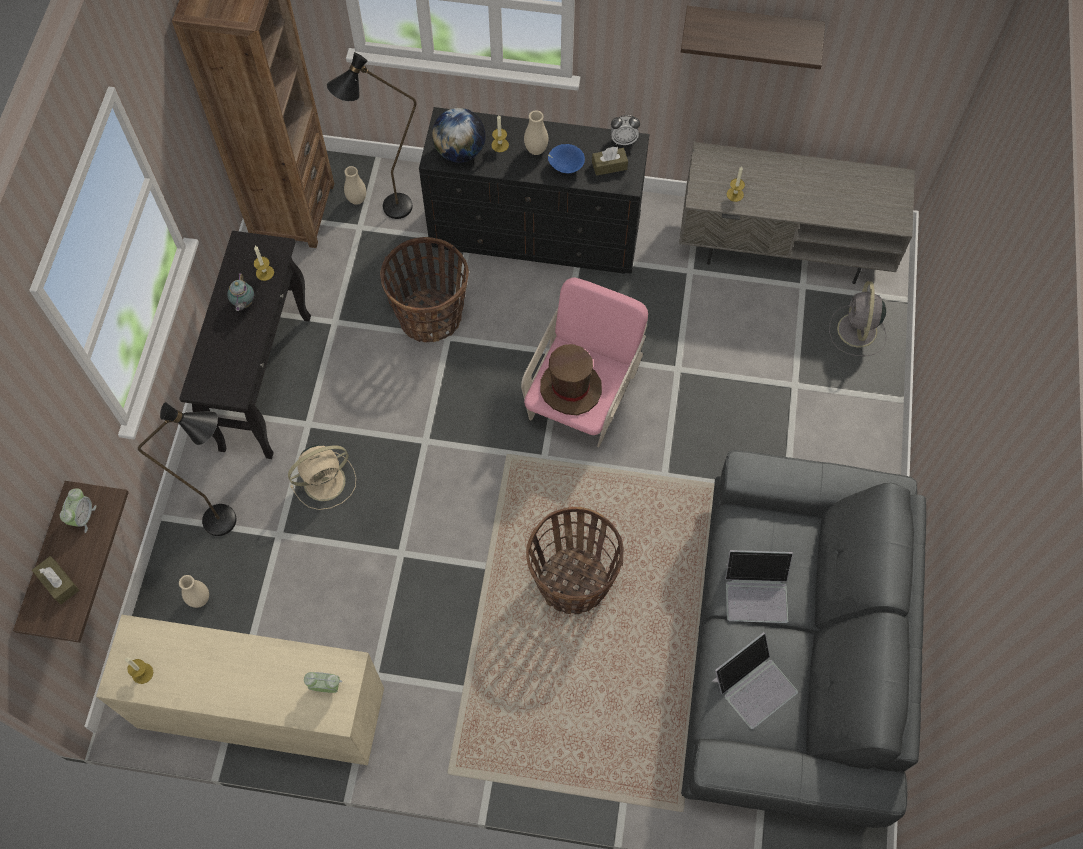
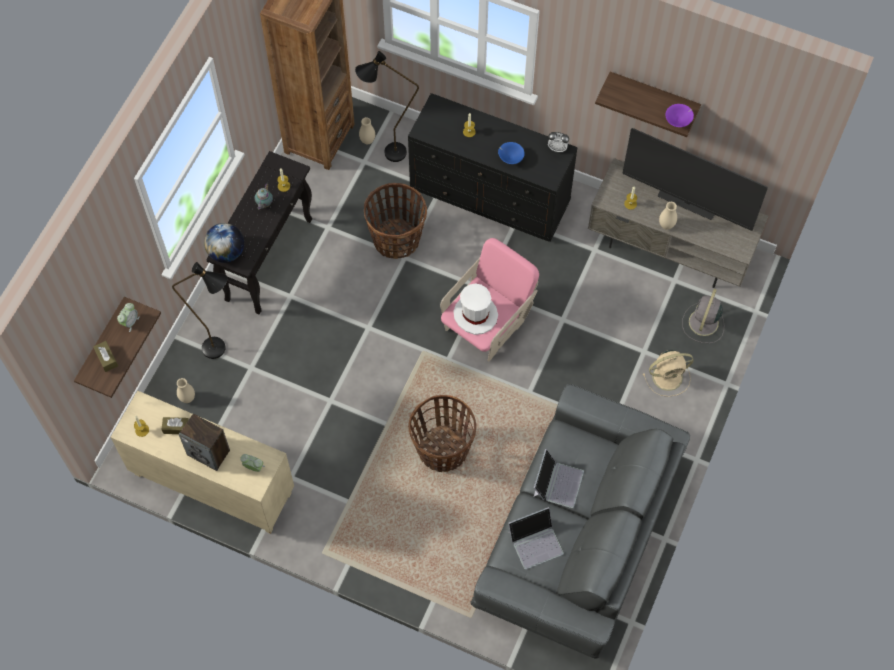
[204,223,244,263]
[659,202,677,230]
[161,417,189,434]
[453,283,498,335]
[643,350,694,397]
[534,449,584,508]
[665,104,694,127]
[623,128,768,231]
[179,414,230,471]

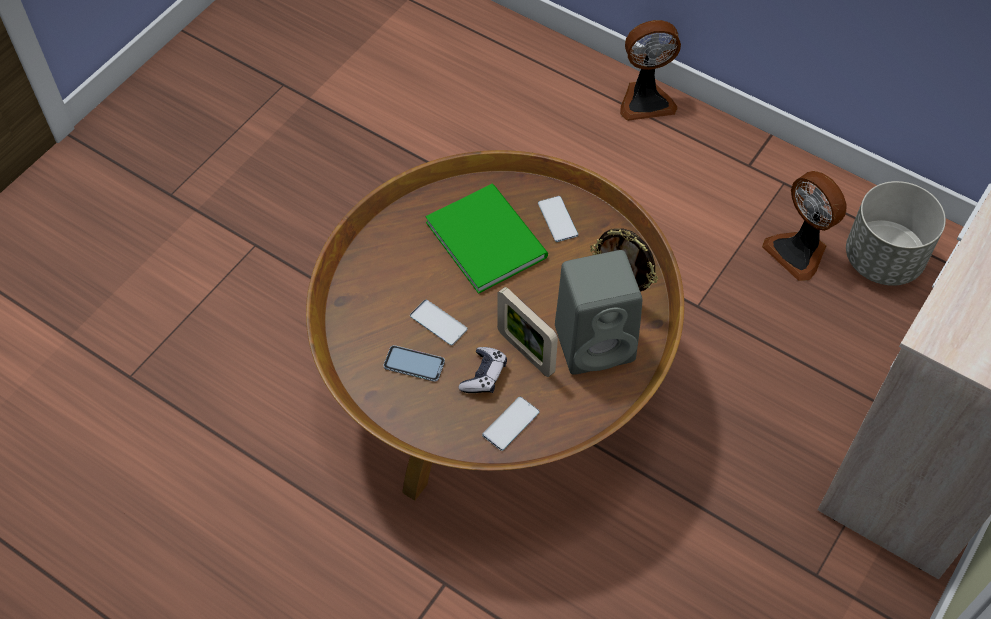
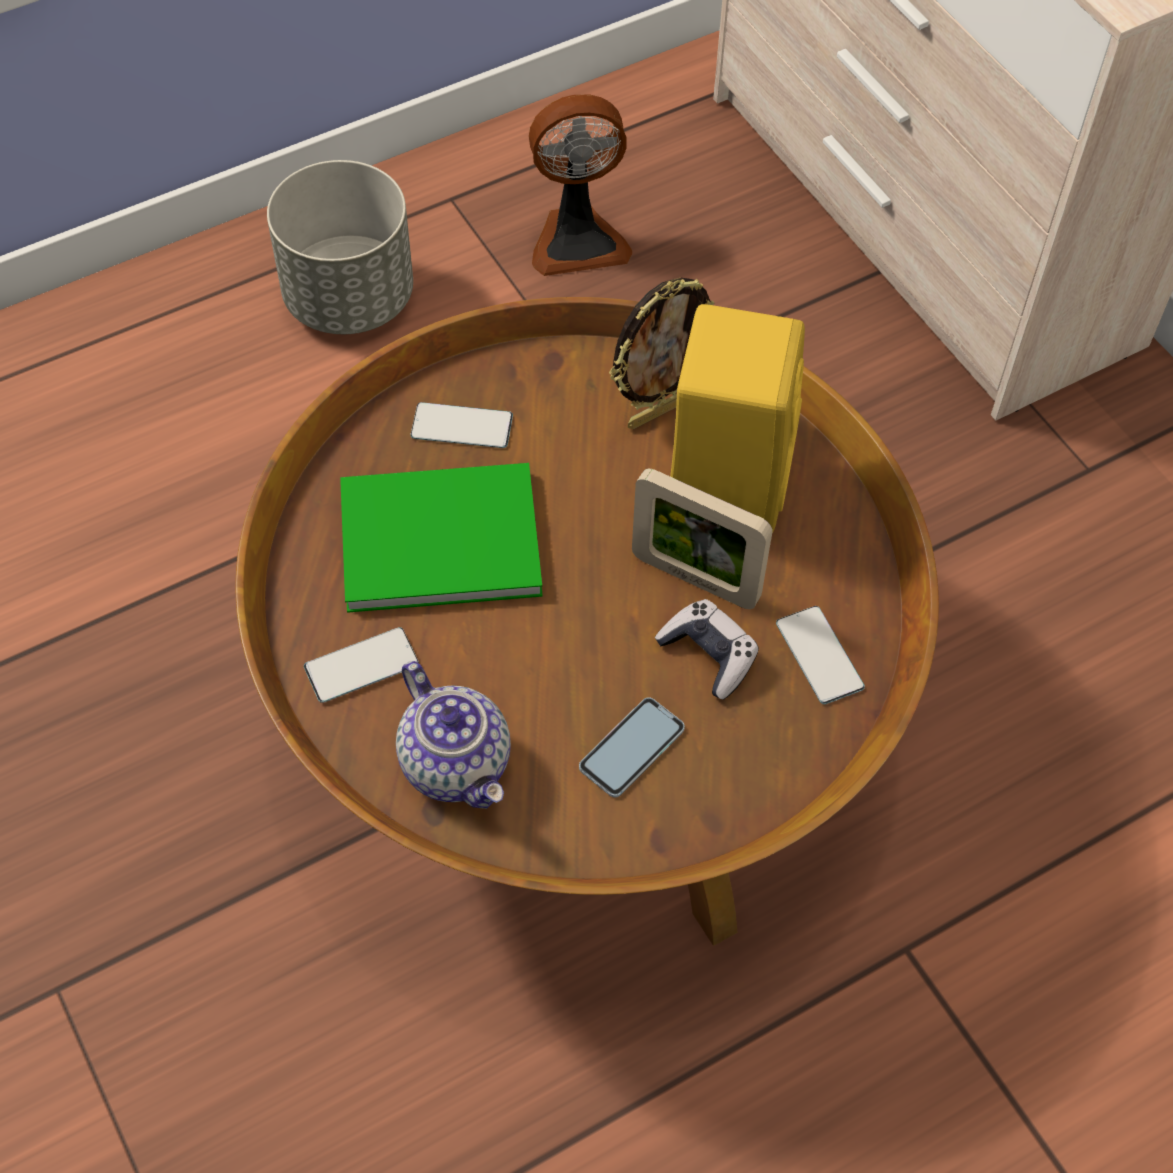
[620,20,681,121] (first image)
[267,160,413,334]
[670,304,805,533]
[632,469,773,609]
[304,627,419,703]
[396,661,511,809]

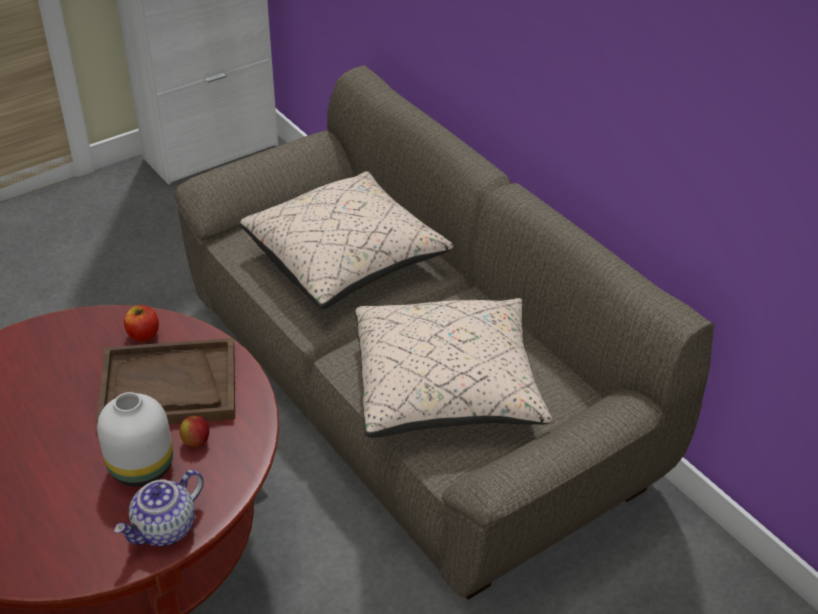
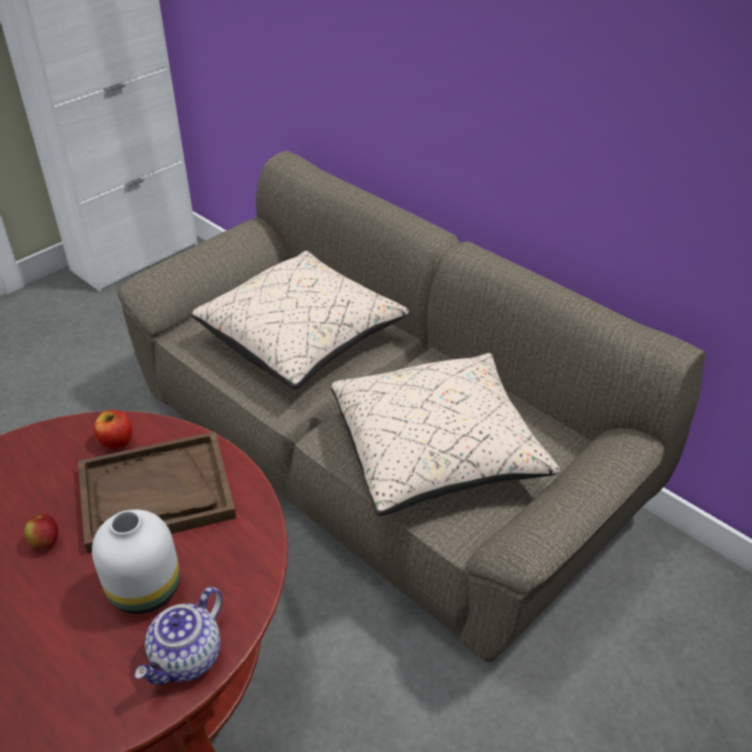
[24,514,58,549]

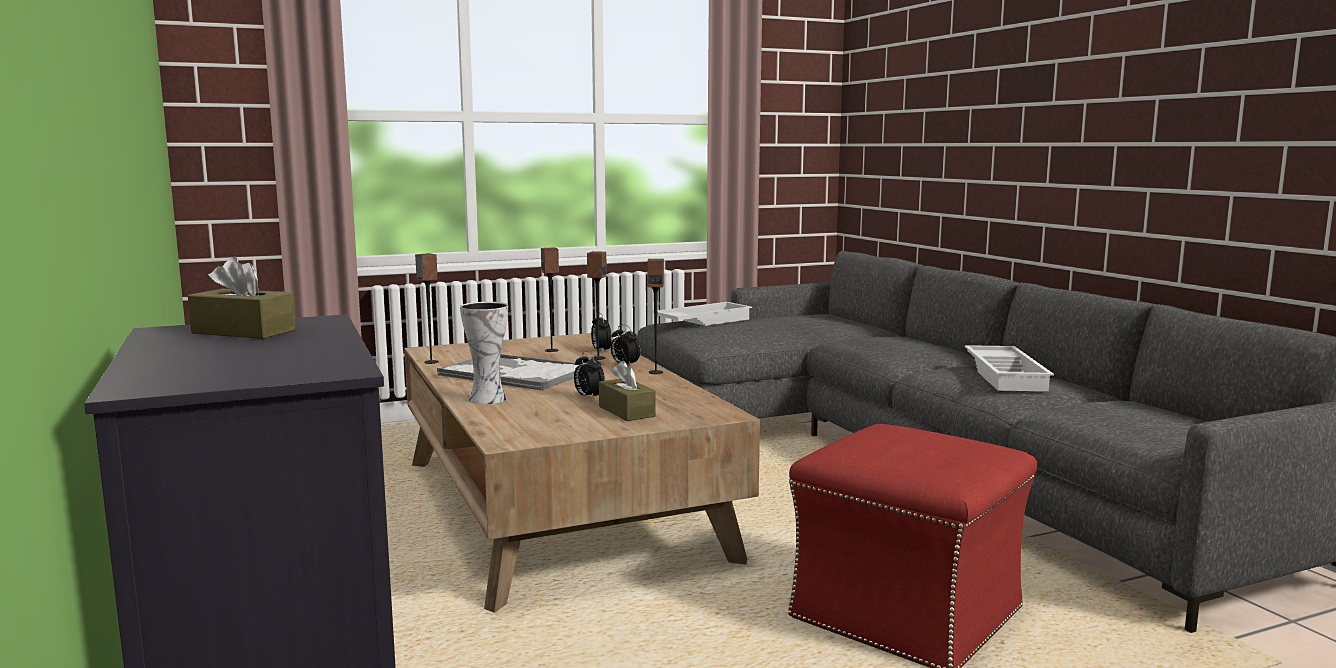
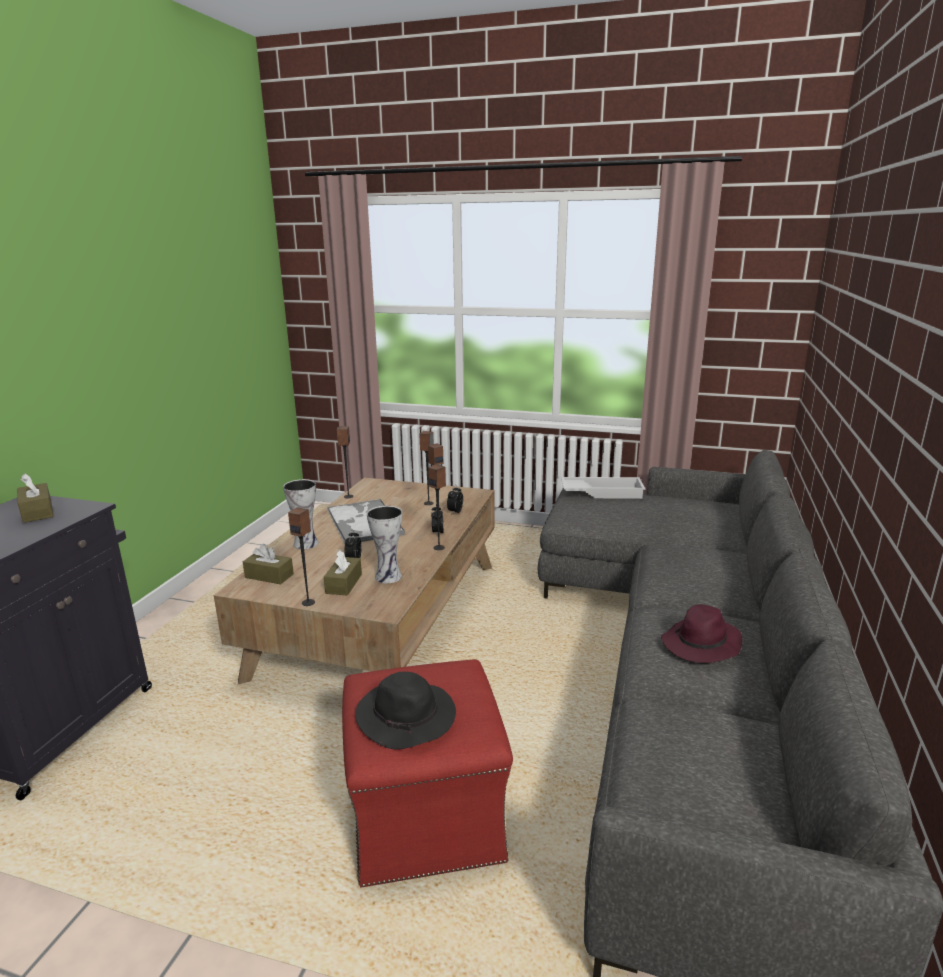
[661,604,743,663]
[367,506,402,583]
[288,507,315,606]
[243,544,294,584]
[356,672,456,749]

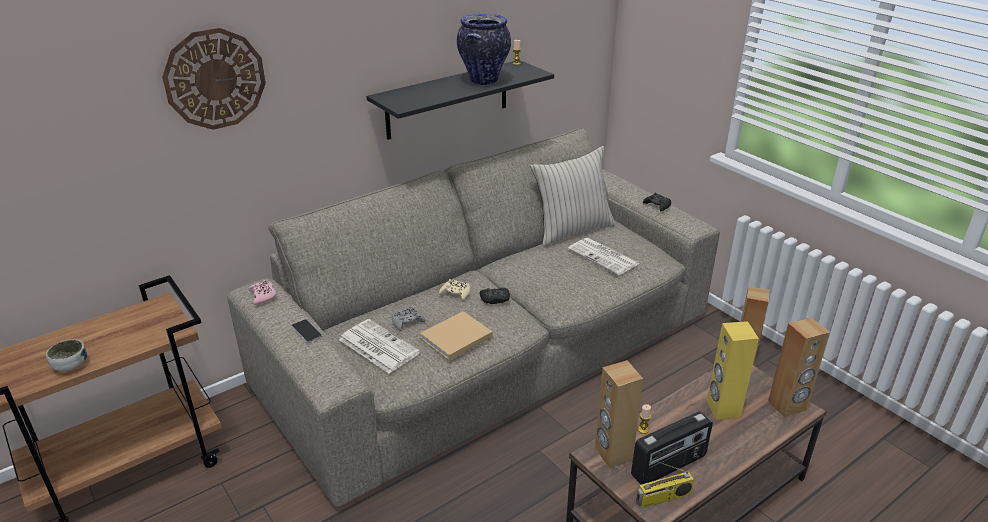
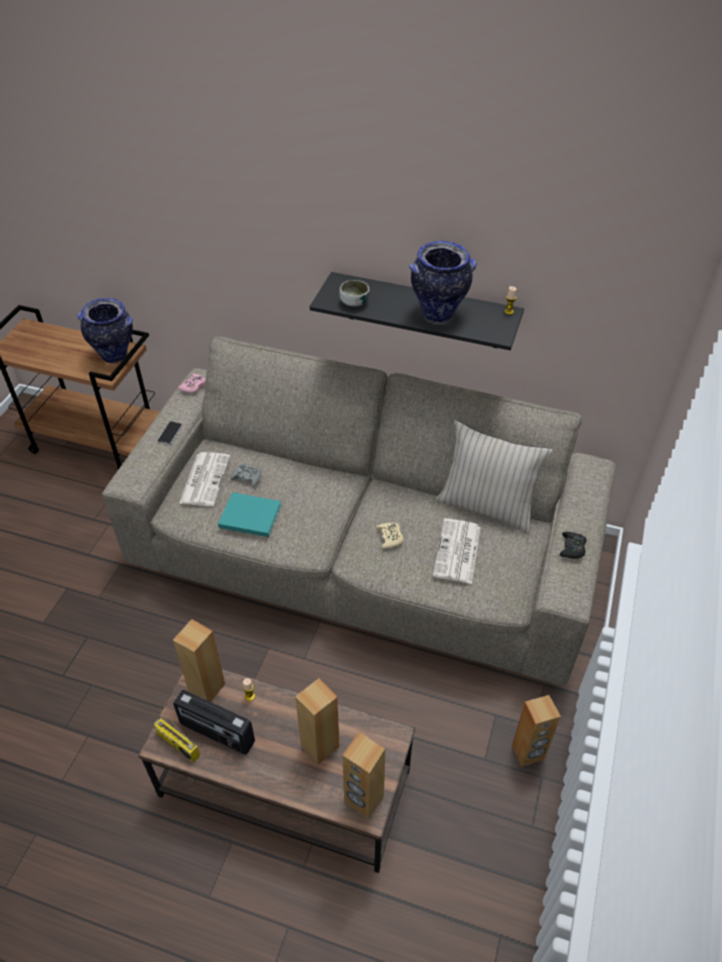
[162,28,266,130] (first image)
[376,522,404,549]
[480,288,510,304] (first image)
[218,492,281,537]
[295,678,340,765]
[339,280,370,307]
[77,298,133,363]

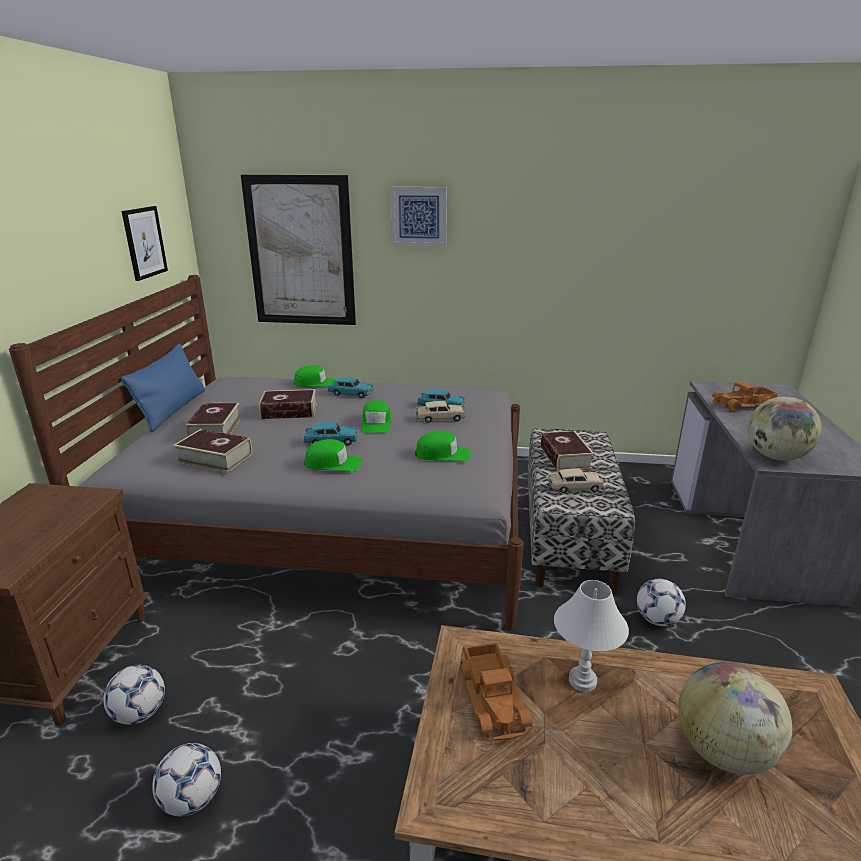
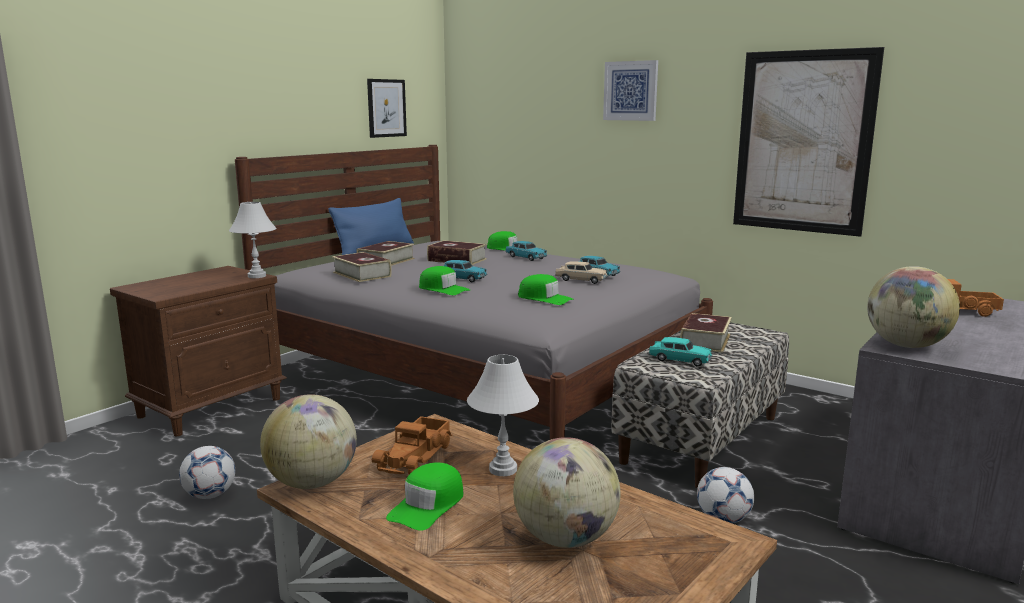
[733,47,884,237]
[386,462,463,531]
[648,337,713,367]
[103,665,165,725] (first image)
[229,202,276,278]
[260,394,357,489]

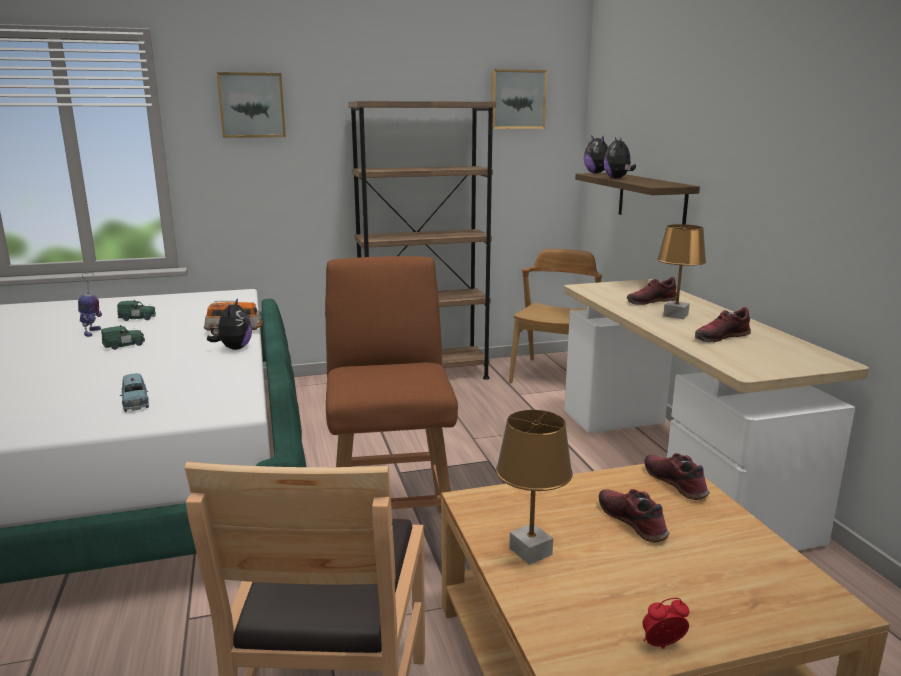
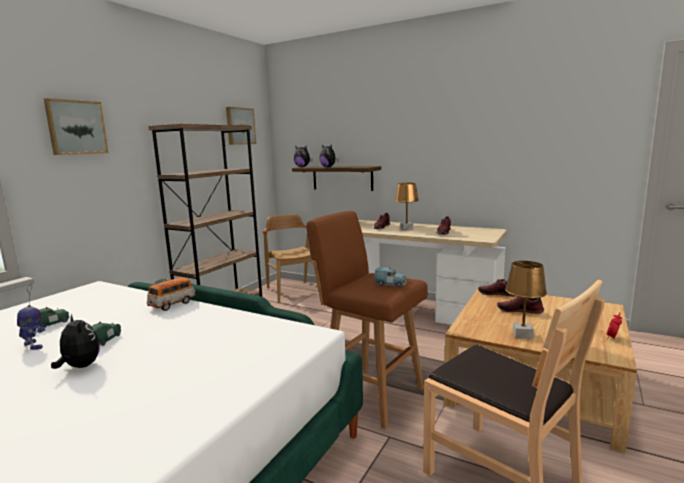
[51,314,100,369]
[374,267,406,288]

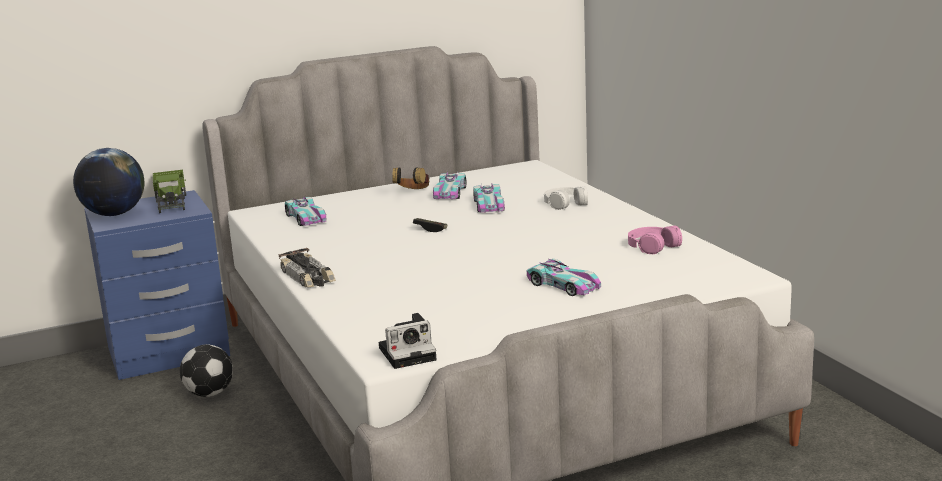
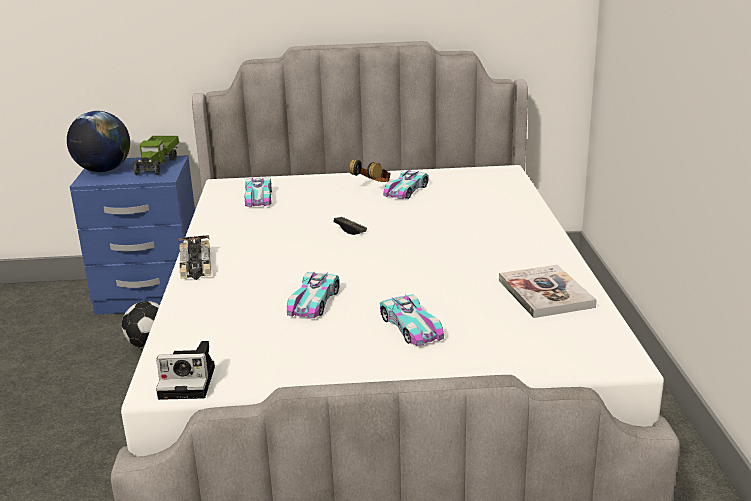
[287,271,339,319]
[544,186,588,210] (first image)
[499,265,597,318]

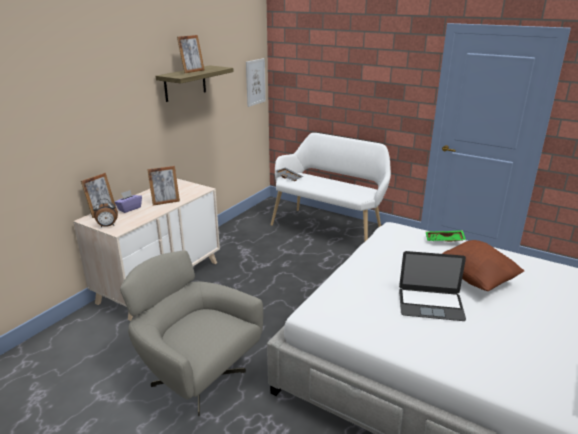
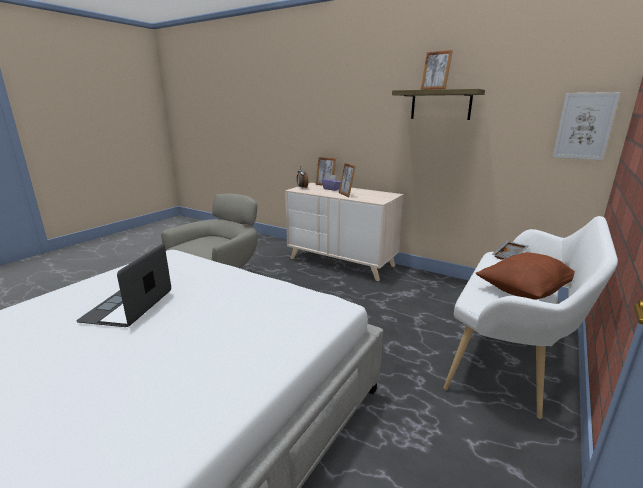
[426,230,466,242] (first image)
[476,252,575,300]

